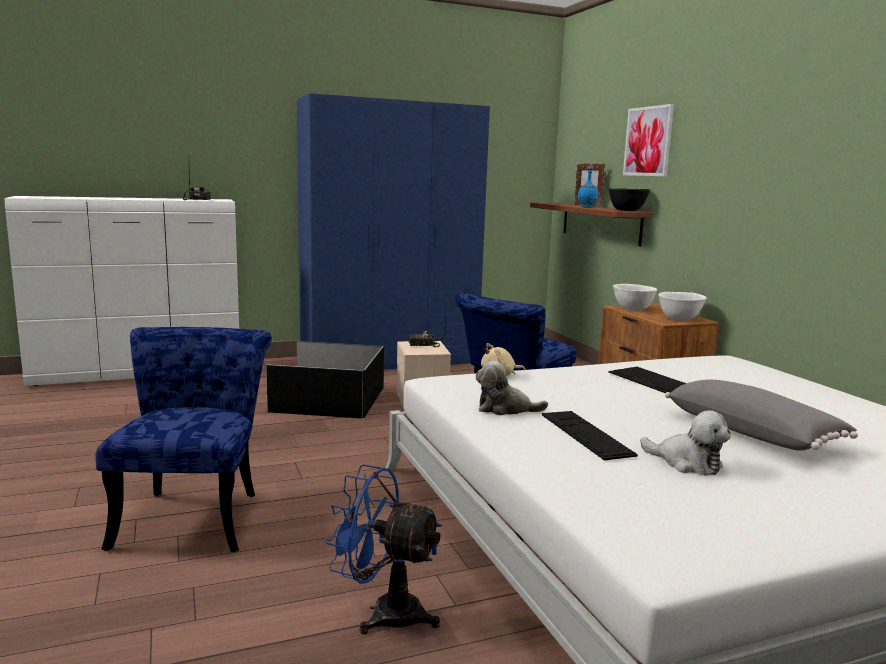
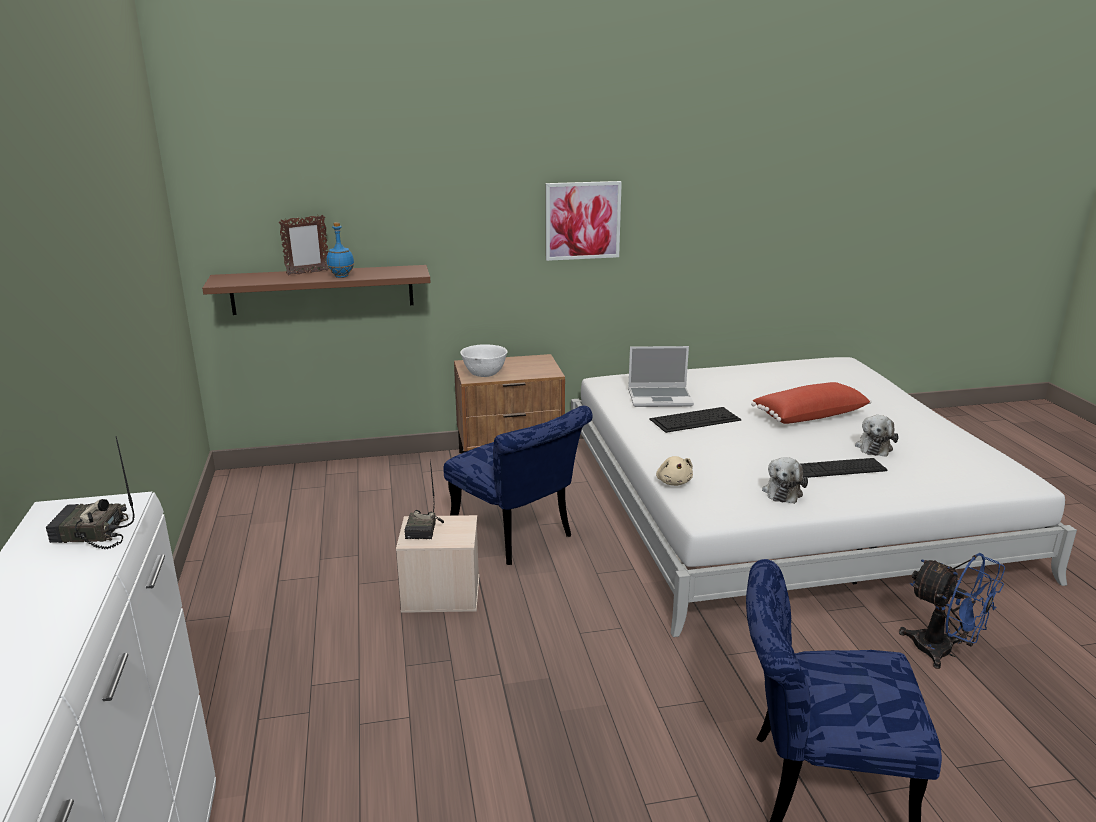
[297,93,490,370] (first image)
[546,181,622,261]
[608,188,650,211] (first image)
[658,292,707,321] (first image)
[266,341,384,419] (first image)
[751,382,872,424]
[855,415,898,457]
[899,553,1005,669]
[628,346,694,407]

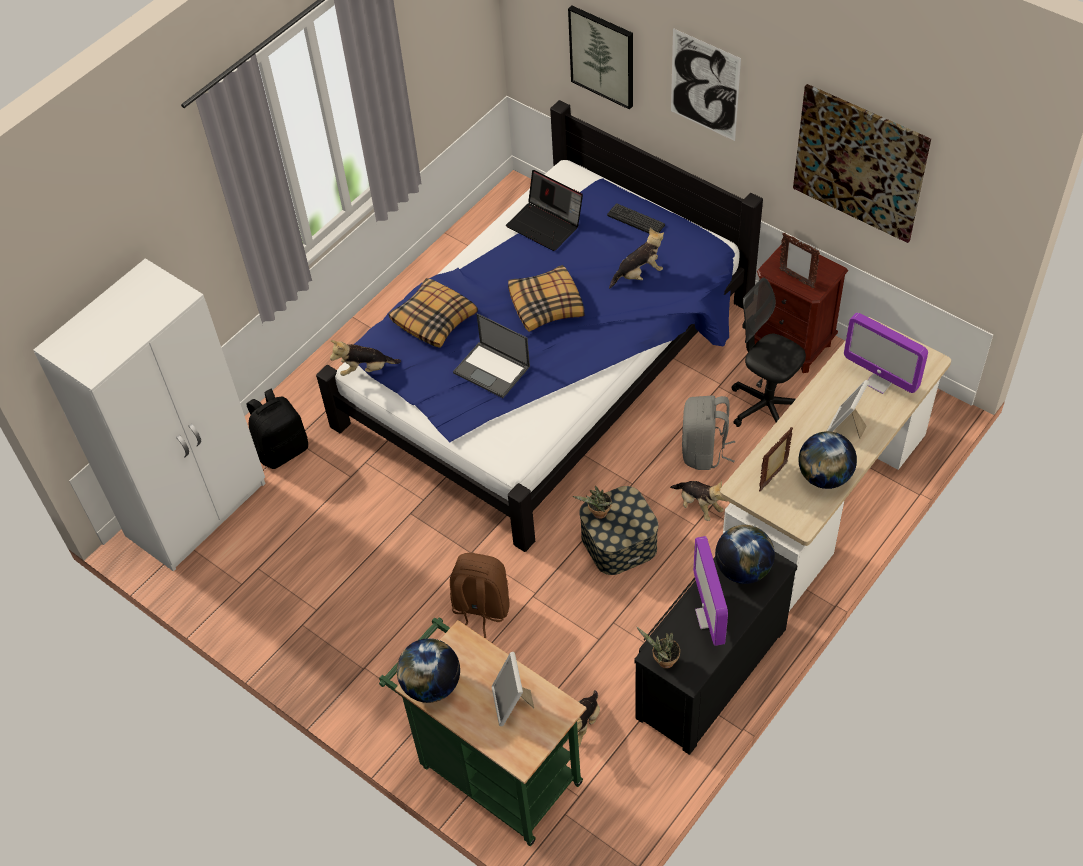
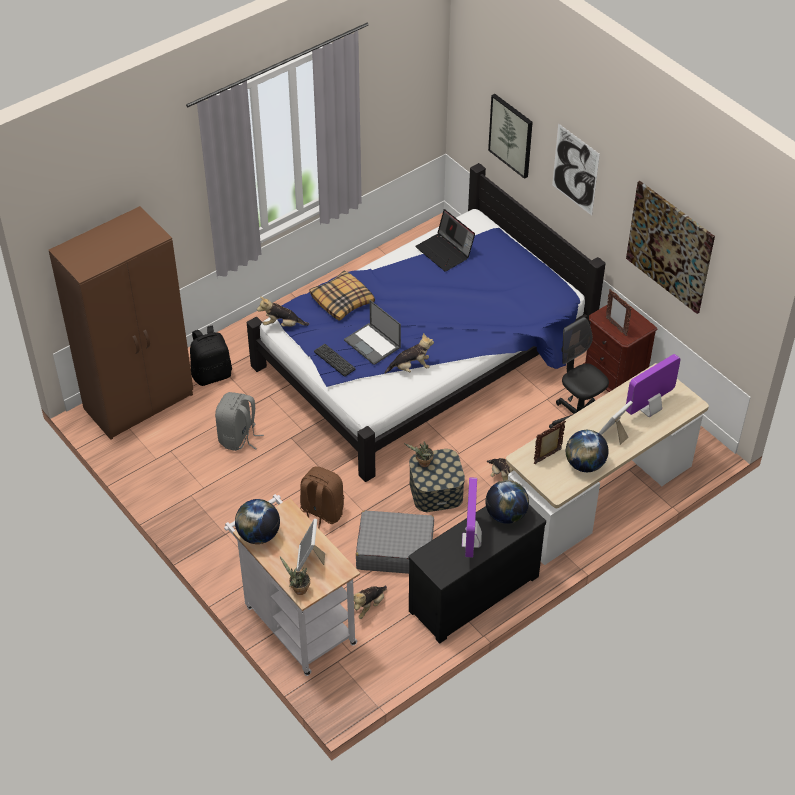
[314,344,356,377]
[385,333,434,374]
[49,206,193,440]
[508,265,585,332] (first image)
[626,354,681,417]
[215,392,264,451]
[224,494,360,676]
[280,556,310,595]
[356,511,434,574]

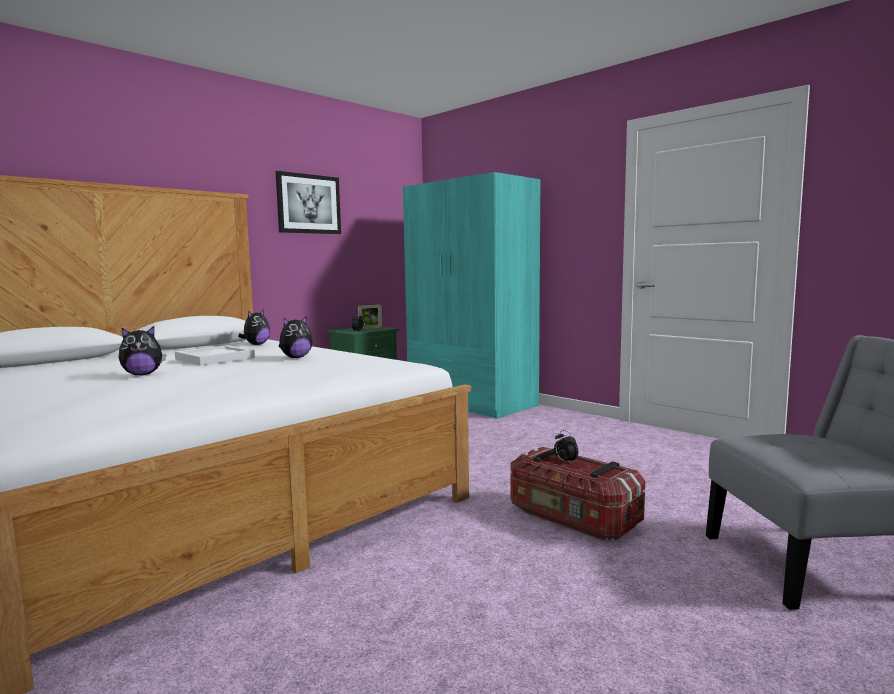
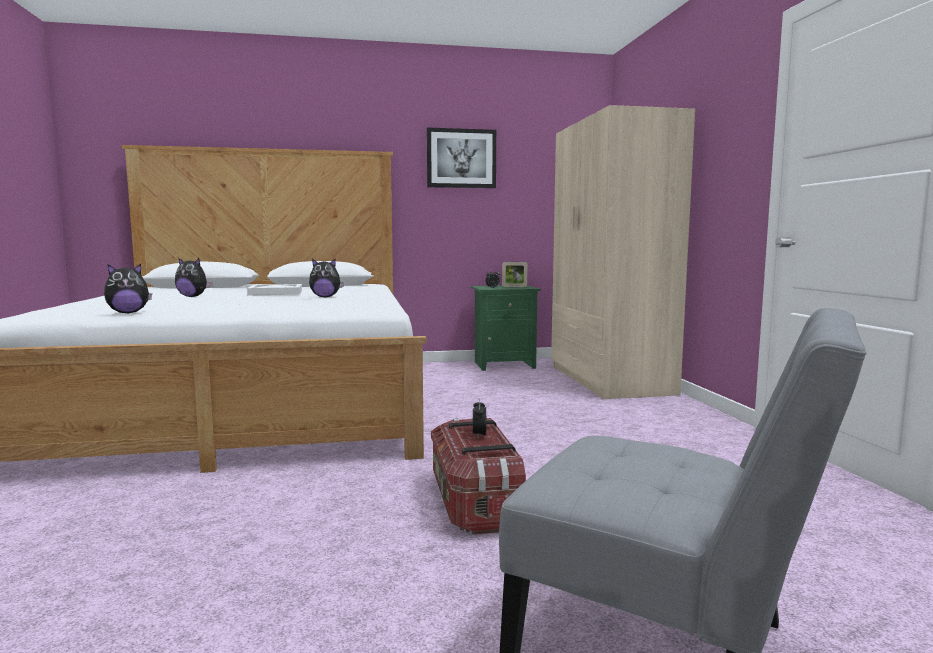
[551,105,695,399]
[104,264,152,313]

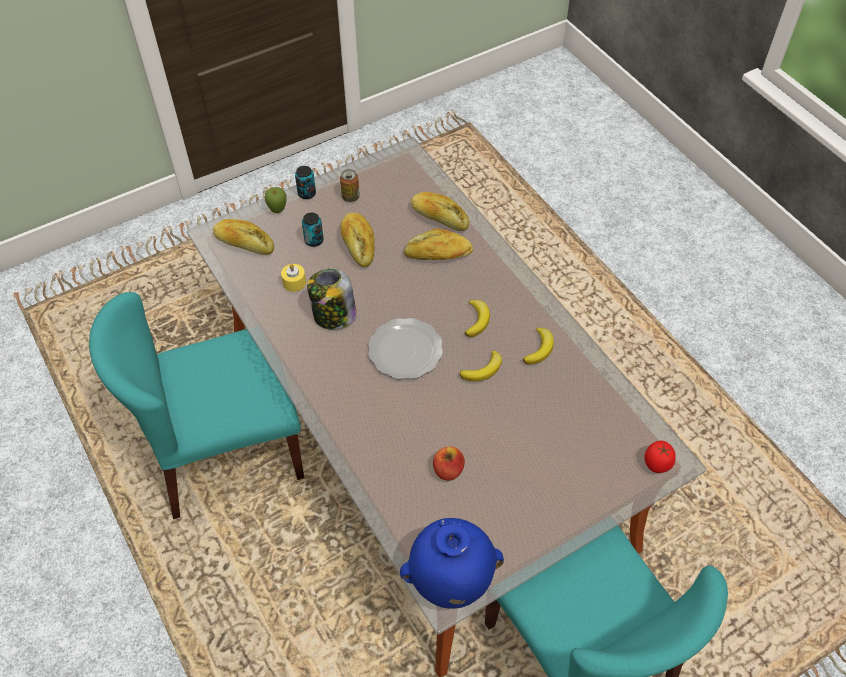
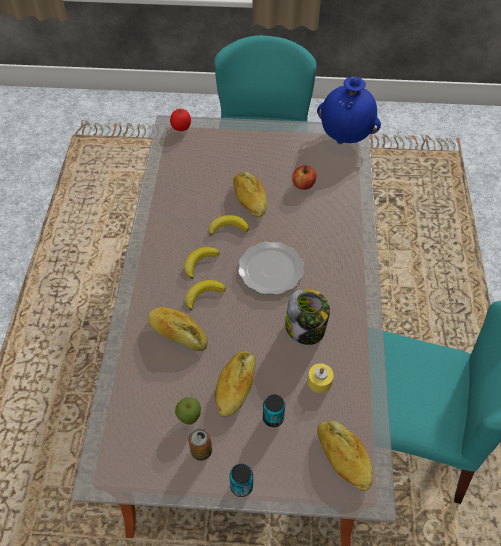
[175,397,201,424]
[233,172,267,218]
[185,280,226,310]

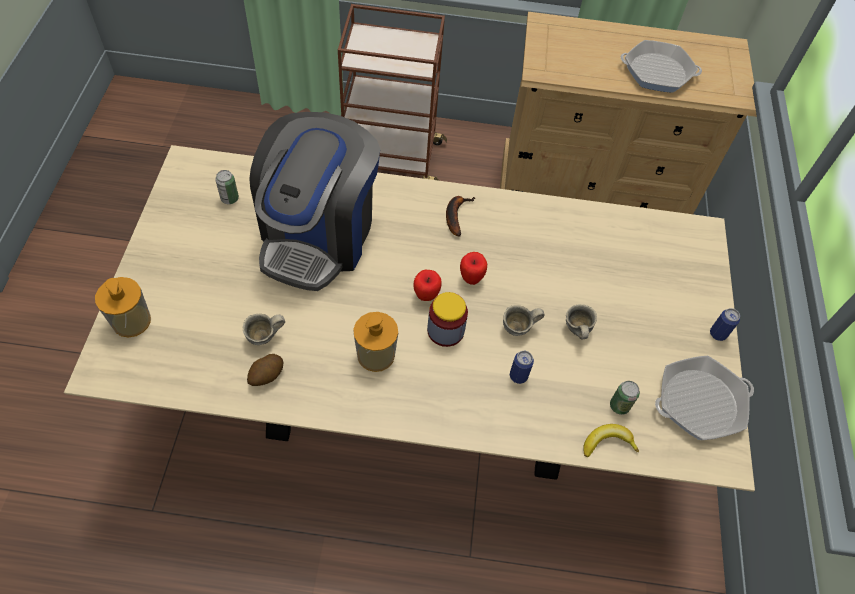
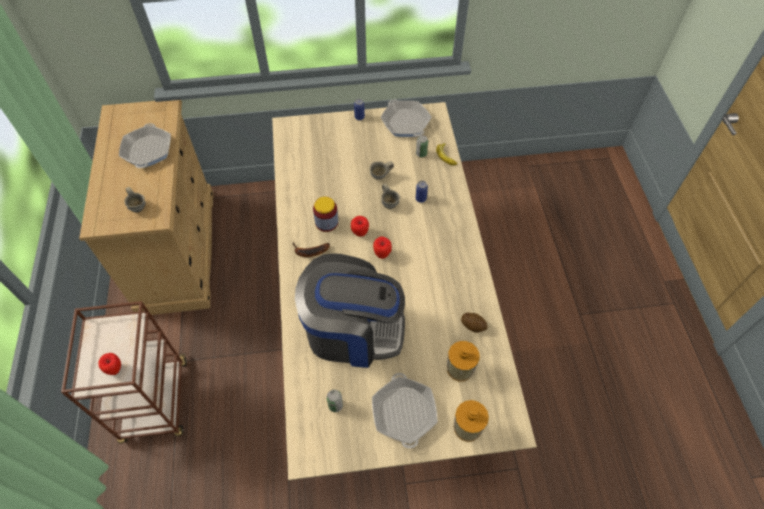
[313,197,338,232]
[447,341,480,381]
[124,187,146,213]
[98,353,121,375]
[372,373,438,448]

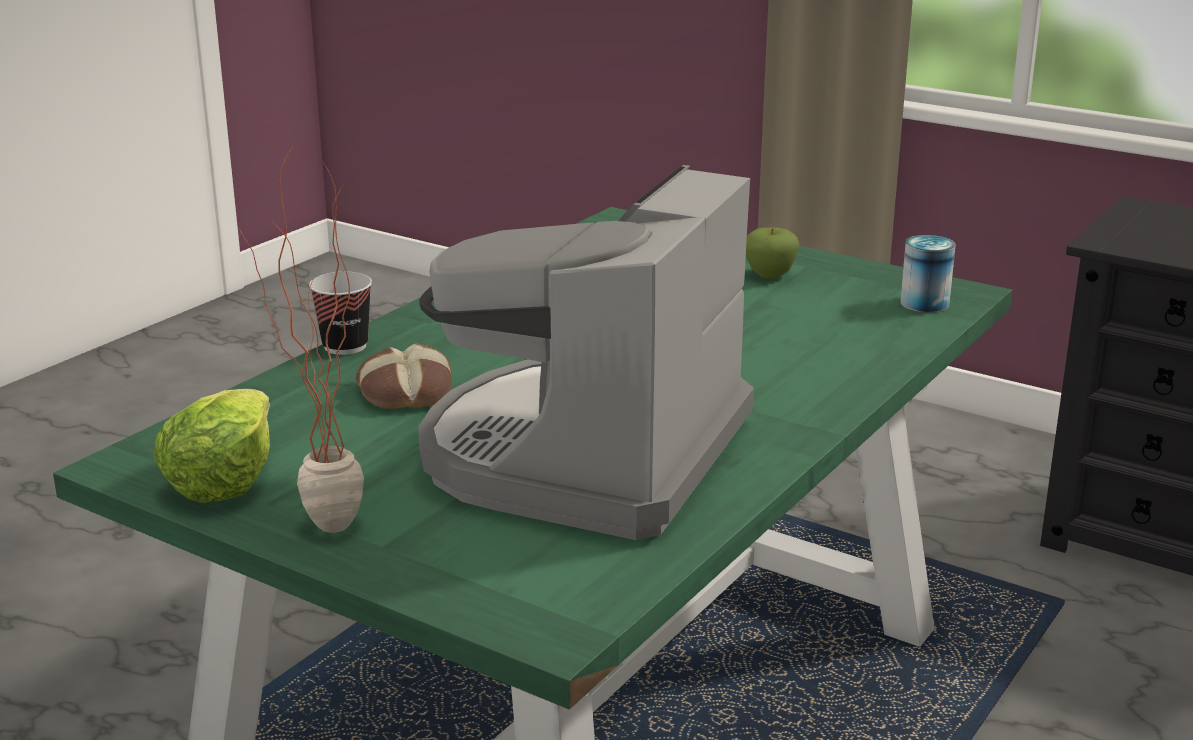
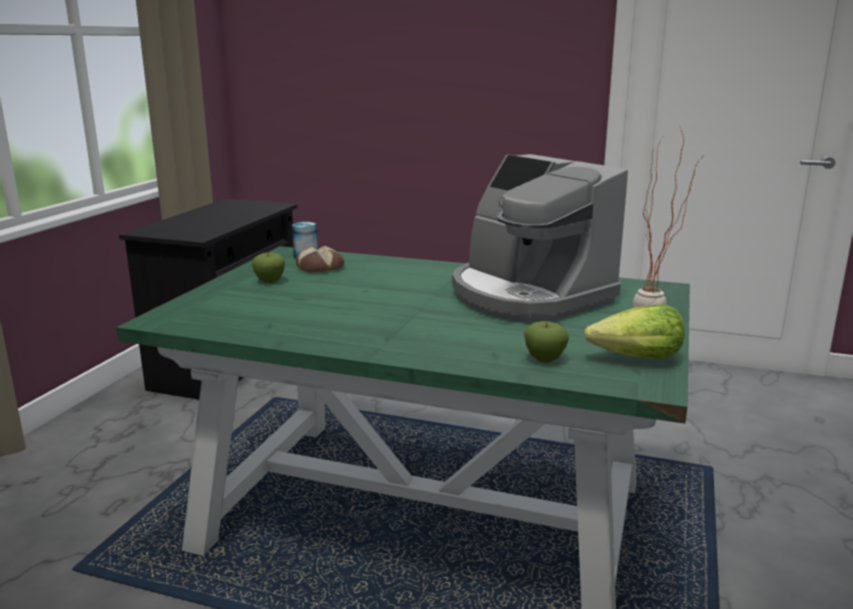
[452,154,628,322]
[309,272,372,355] (first image)
[296,246,344,273]
[524,321,569,363]

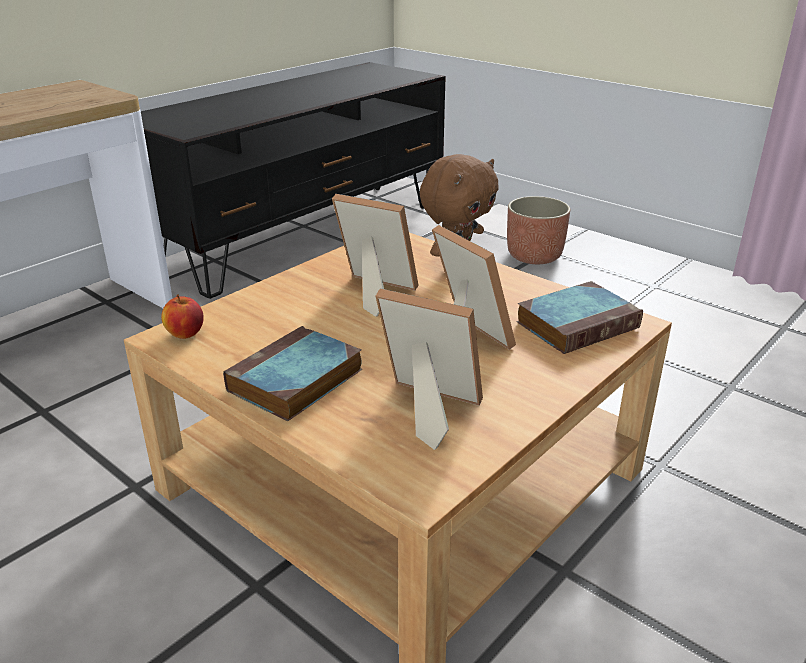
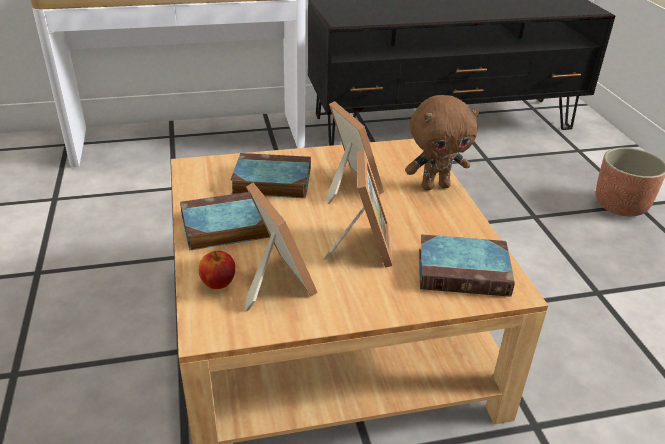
[198,250,235,289]
[230,153,311,198]

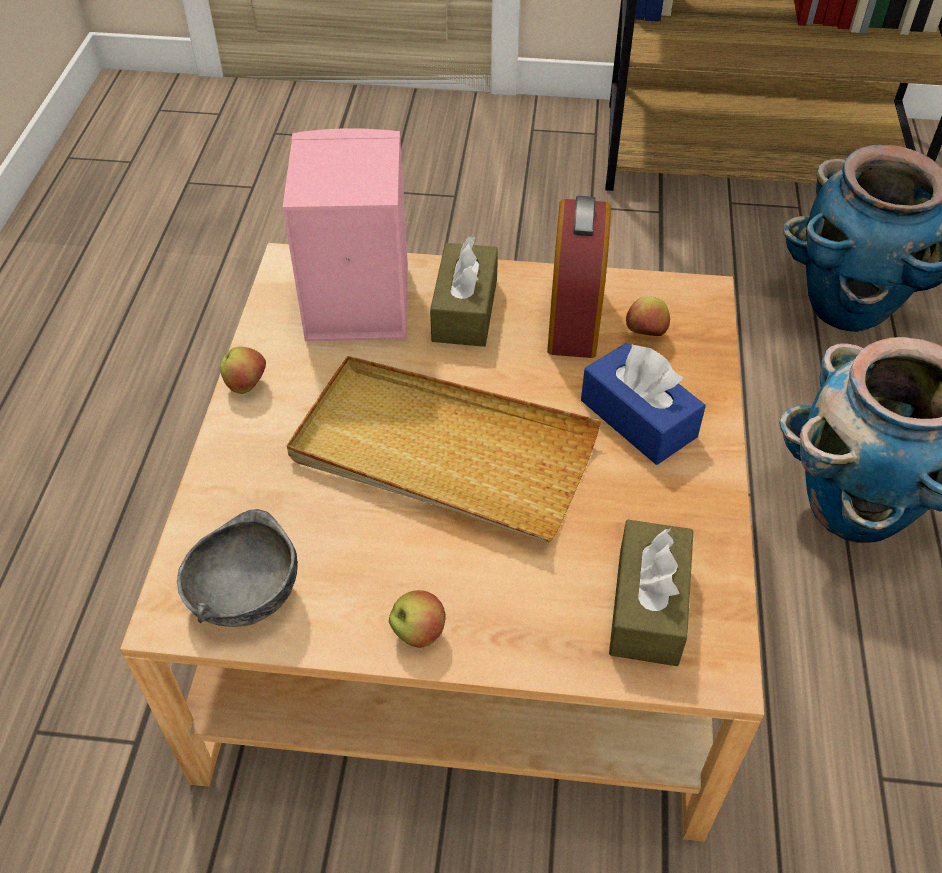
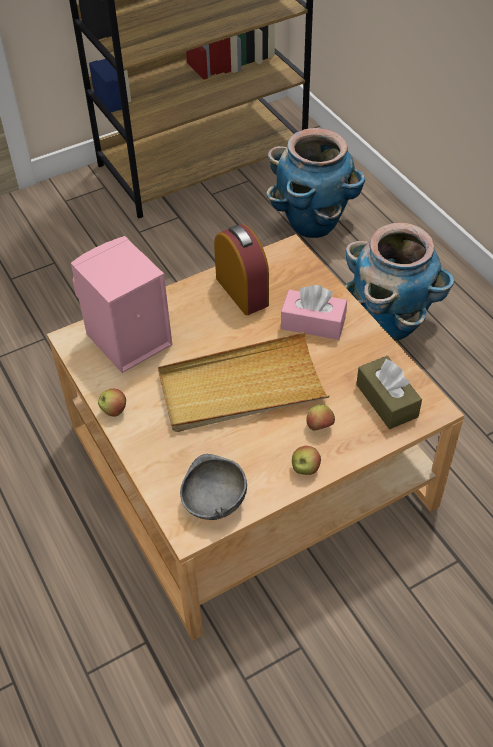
[430,236,498,347] (first image)
[306,404,335,430]
[281,285,347,340]

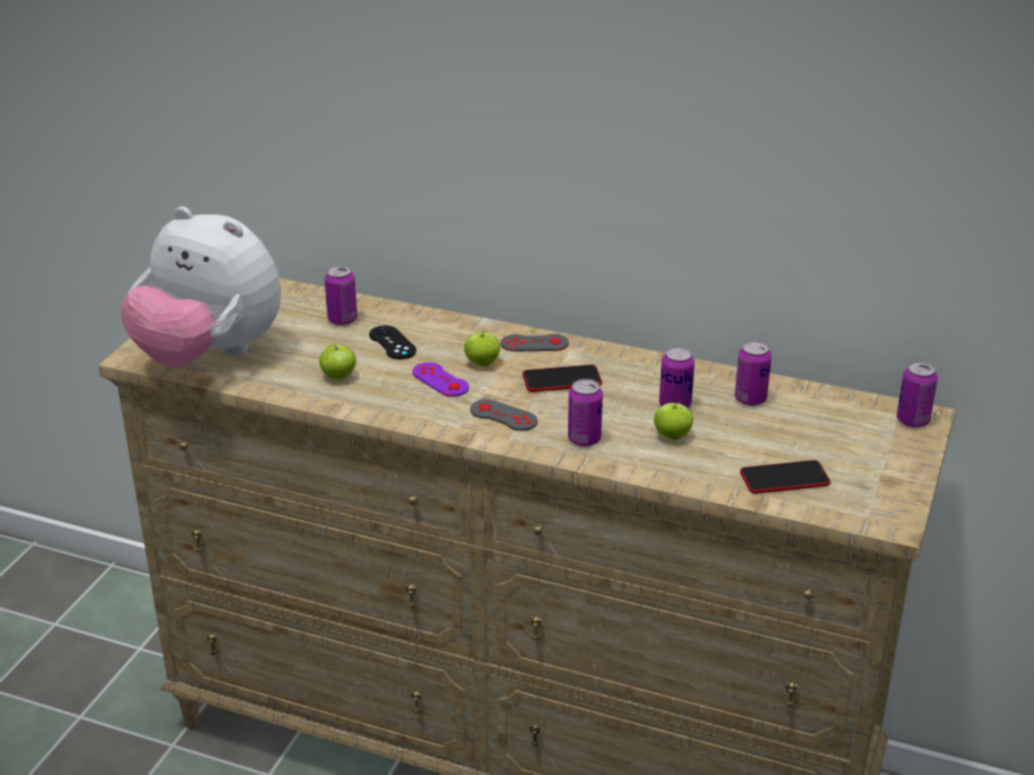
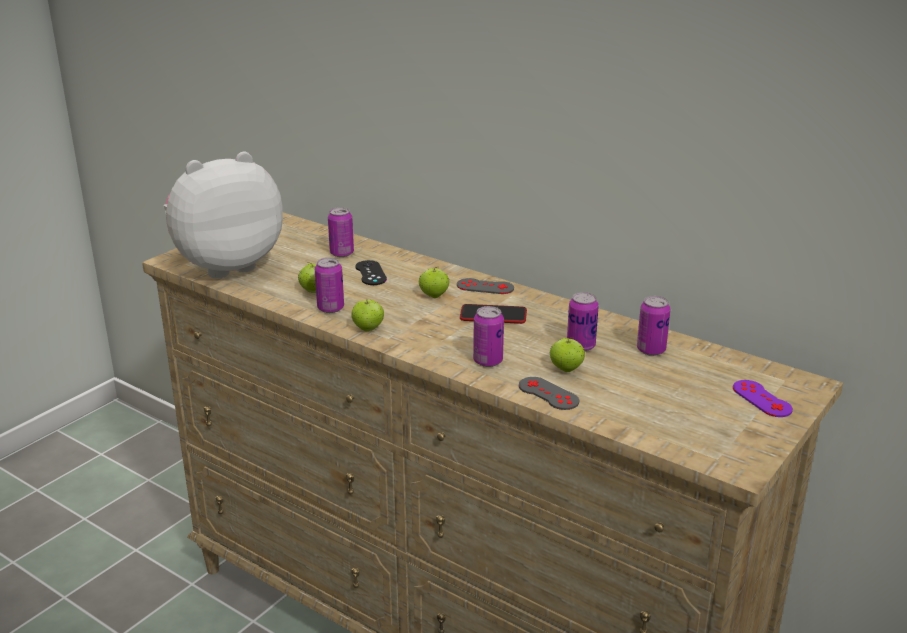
[163,152,283,278]
[315,258,344,313]
[733,380,793,417]
[519,377,579,410]
[740,460,830,494] (first image)
[351,299,384,331]

